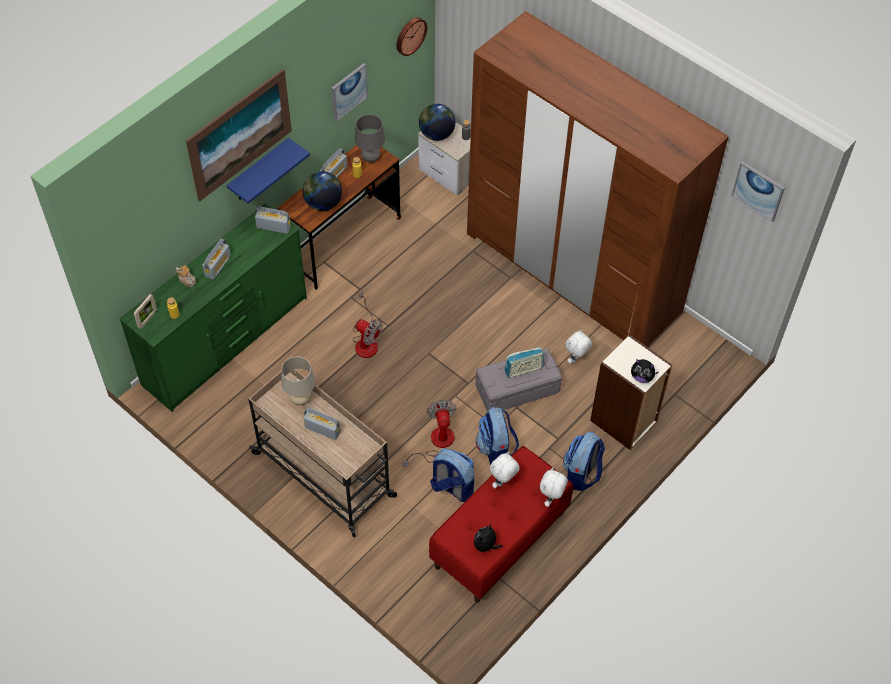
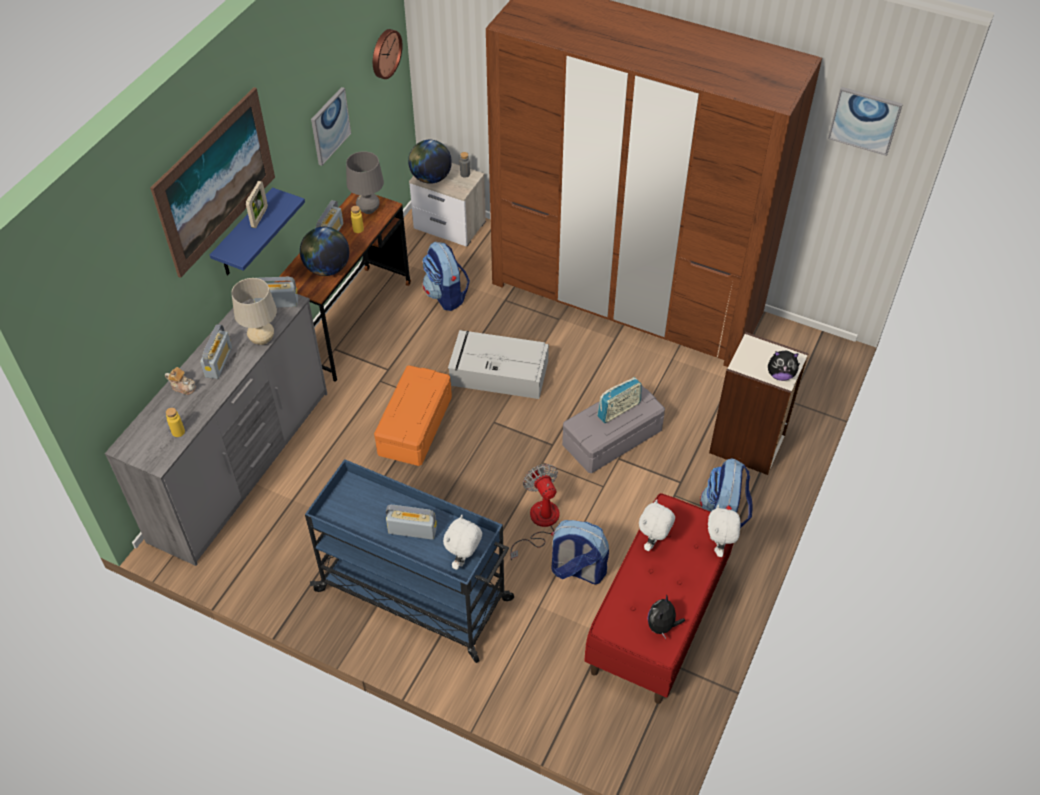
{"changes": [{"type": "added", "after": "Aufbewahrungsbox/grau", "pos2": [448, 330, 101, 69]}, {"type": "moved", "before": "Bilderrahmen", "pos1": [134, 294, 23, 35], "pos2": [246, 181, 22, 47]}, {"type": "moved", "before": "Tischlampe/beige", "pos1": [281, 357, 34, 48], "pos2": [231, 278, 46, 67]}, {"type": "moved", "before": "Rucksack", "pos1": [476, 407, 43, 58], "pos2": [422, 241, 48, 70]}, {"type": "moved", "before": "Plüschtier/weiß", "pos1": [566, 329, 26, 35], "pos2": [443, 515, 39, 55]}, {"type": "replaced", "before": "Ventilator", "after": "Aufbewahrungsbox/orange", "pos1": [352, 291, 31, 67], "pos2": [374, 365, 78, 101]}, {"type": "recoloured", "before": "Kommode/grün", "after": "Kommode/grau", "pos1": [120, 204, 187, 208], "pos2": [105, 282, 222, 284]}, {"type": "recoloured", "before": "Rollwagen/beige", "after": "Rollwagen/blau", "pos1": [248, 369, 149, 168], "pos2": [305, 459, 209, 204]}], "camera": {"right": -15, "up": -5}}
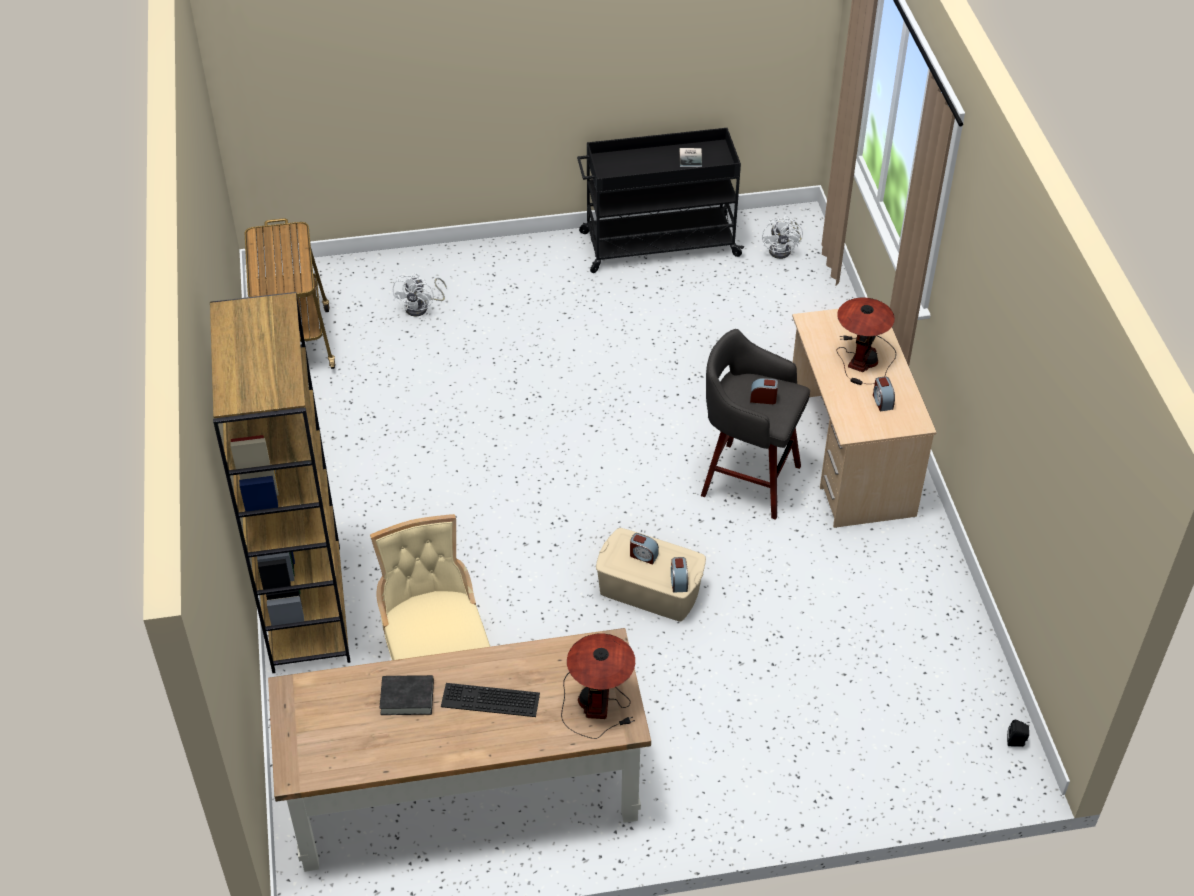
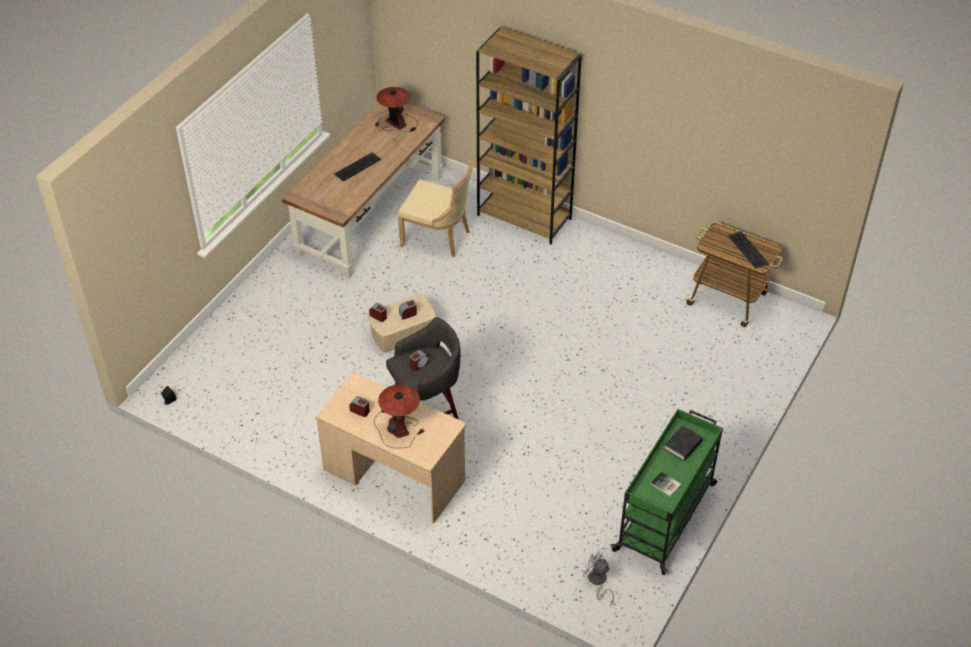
{"changes": [{"type": "removed", "before": "Ventilator/weiß", "pos1": [393, 273, 54, 43]}, {"type": "added", "after": "Tastatur", "pos2": [728, 231, 41, 38]}, {"type": "moved", "before": "Buch/schwarz", "pos1": [380, 675, 54, 40], "pos2": [664, 426, 38, 35]}, {"type": "moved", "before": "Tischlampe", "pos1": [561, 634, 74, 105], "pos2": [374, 87, 44, 45]}, {"type": "recoloured", "before": "Rollwagen/schwarz", "after": "Rollwagen/grün", "pos1": [577, 128, 167, 145], "pos2": [611, 409, 112, 166]}], "camera": {"right": 130, "up": 0}}
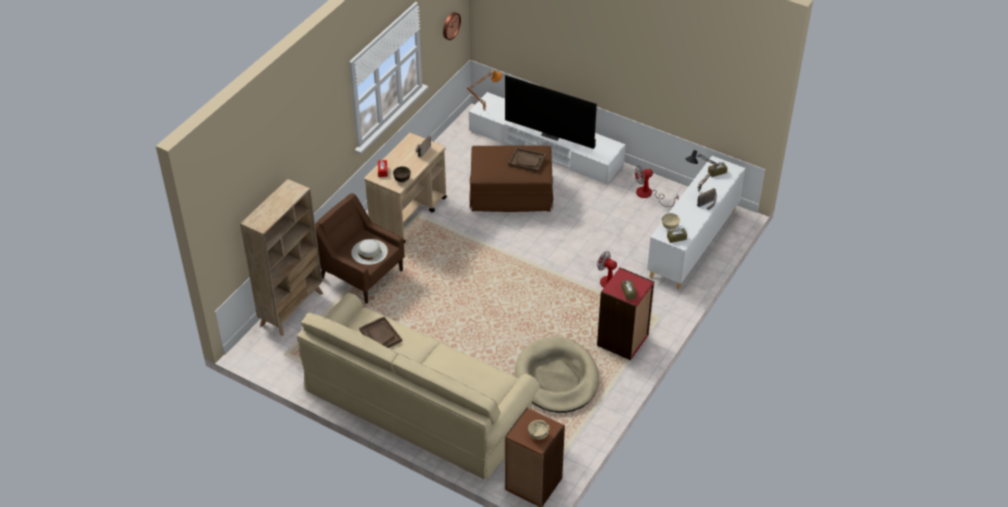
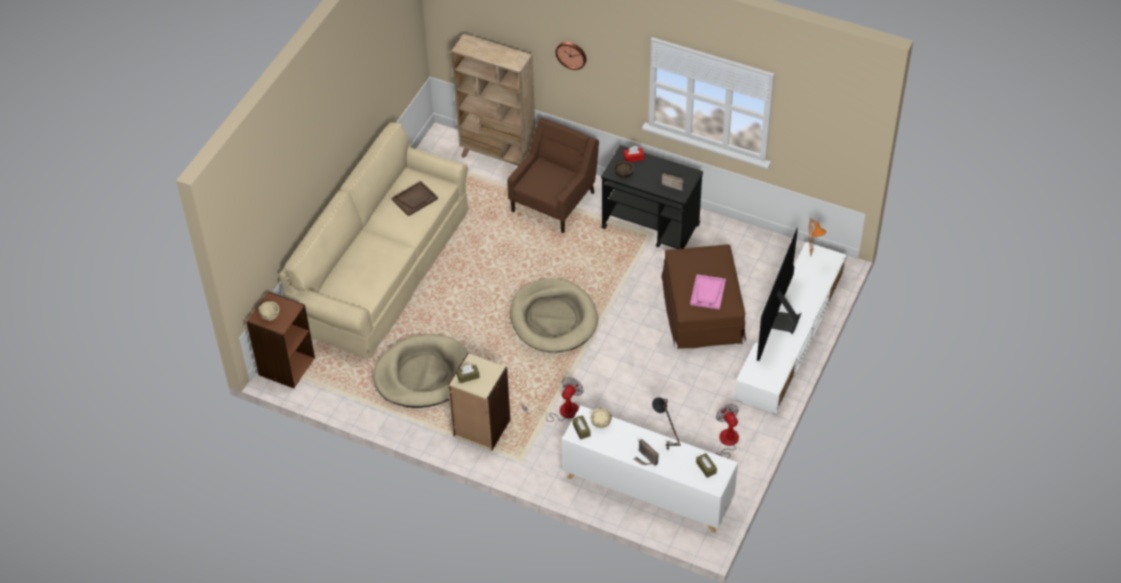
{"changes": [{"type": "removed", "before": "Hut/weiß", "pos1": [351, 239, 37, 26]}, {"type": "added", "after": "Hundebett/beige", "pos2": [510, 278, 88, 74]}, {"type": "moved", "before": "Wanduhr", "pos1": [443, 12, 18, 28], "pos2": [555, 42, 32, 28]}, {"type": "recoloured", "before": "Rollwagen/beige", "after": "Rollwagen/schwarz", "pos1": [364, 133, 83, 110], "pos2": [601, 145, 102, 104]}, {"type": "recoloured", "before": "Tablett/braun", "after": "Tablett/rosa", "pos1": [508, 148, 38, 24], "pos2": [690, 274, 36, 36]}, {"type": "recoloured", "before": "Bücherregal/rot", "after": "Bücherregal/beige", "pos1": [597, 267, 57, 93], "pos2": [448, 353, 63, 98]}], "camera": {"right": 85, "up": 5}}
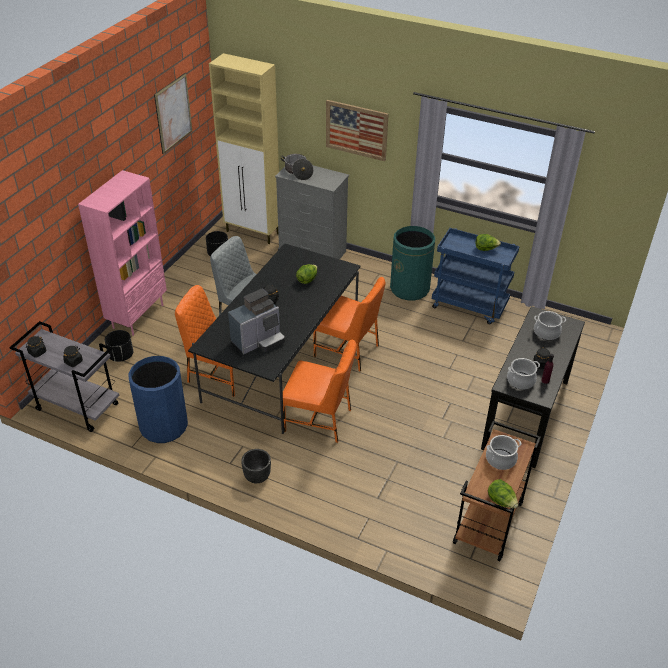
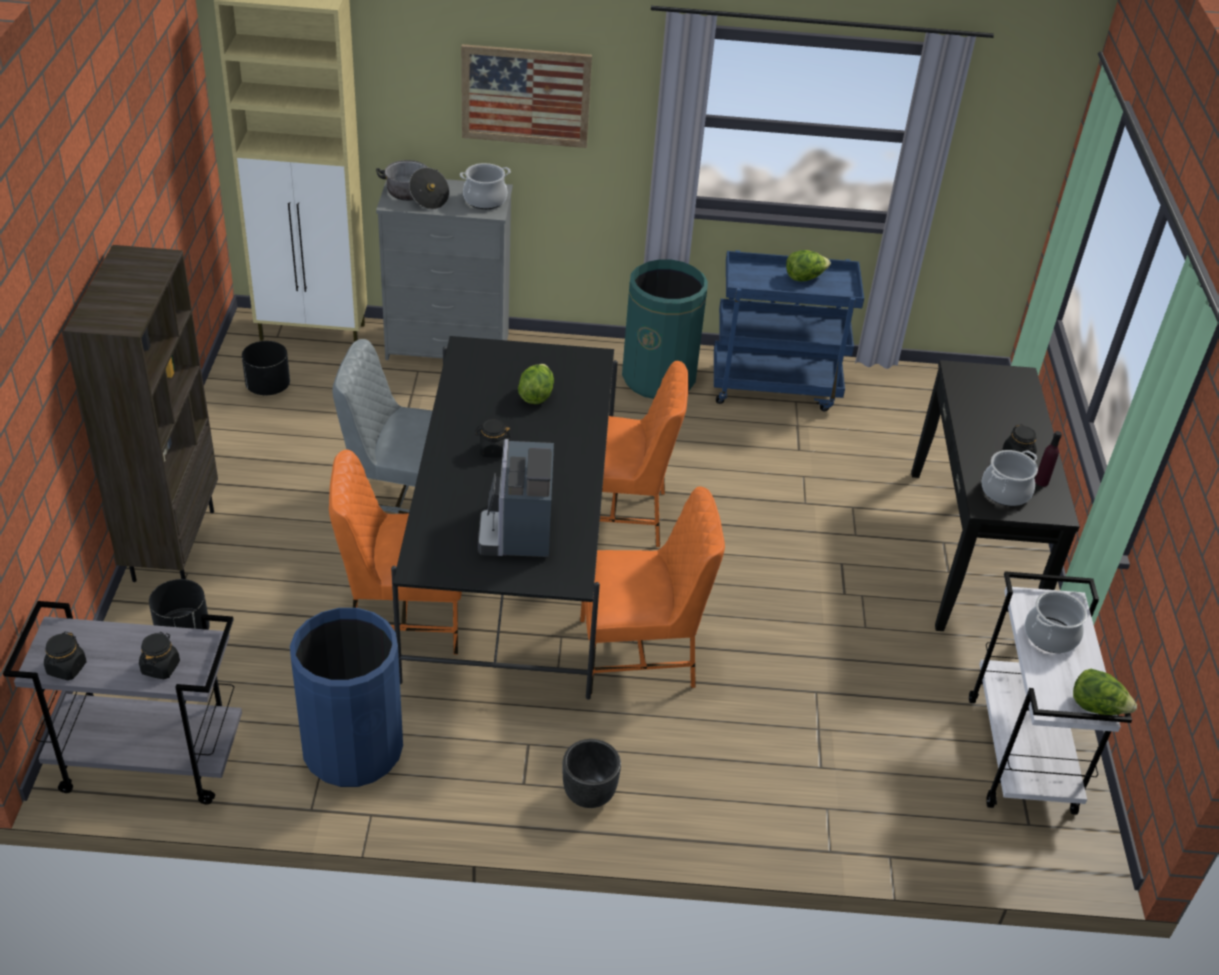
{"changes": [{"type": "removed", "before": "Bild", "pos1": [154, 73, 38, 81]}, {"type": "moved", "before": "Kochtopf", "pos1": [534, 311, 32, 29], "pos2": [460, 163, 51, 46]}, {"type": "recoloured", "before": "Bücherregal/rosa", "after": "Bücherregal/braun", "pos1": [78, 170, 89, 166], "pos2": [64, 245, 154, 337]}, {"type": "recoloured", "before": "Rollwagen/braun", "after": "Rollwagen/weiß", "pos1": [453, 421, 88, 141], "pos2": [969, 571, 163, 244]}, {"type": "turned", "before": "Kaffeemaschine", "pos1": [228, 288, 57, 66], "pos2": [478, 439, 76, 118], "turn": 150}], "camera": {"right": -25, "up": 0}}
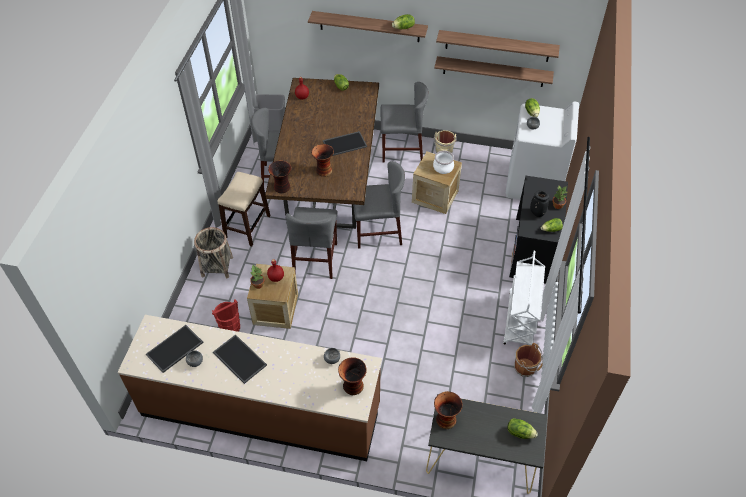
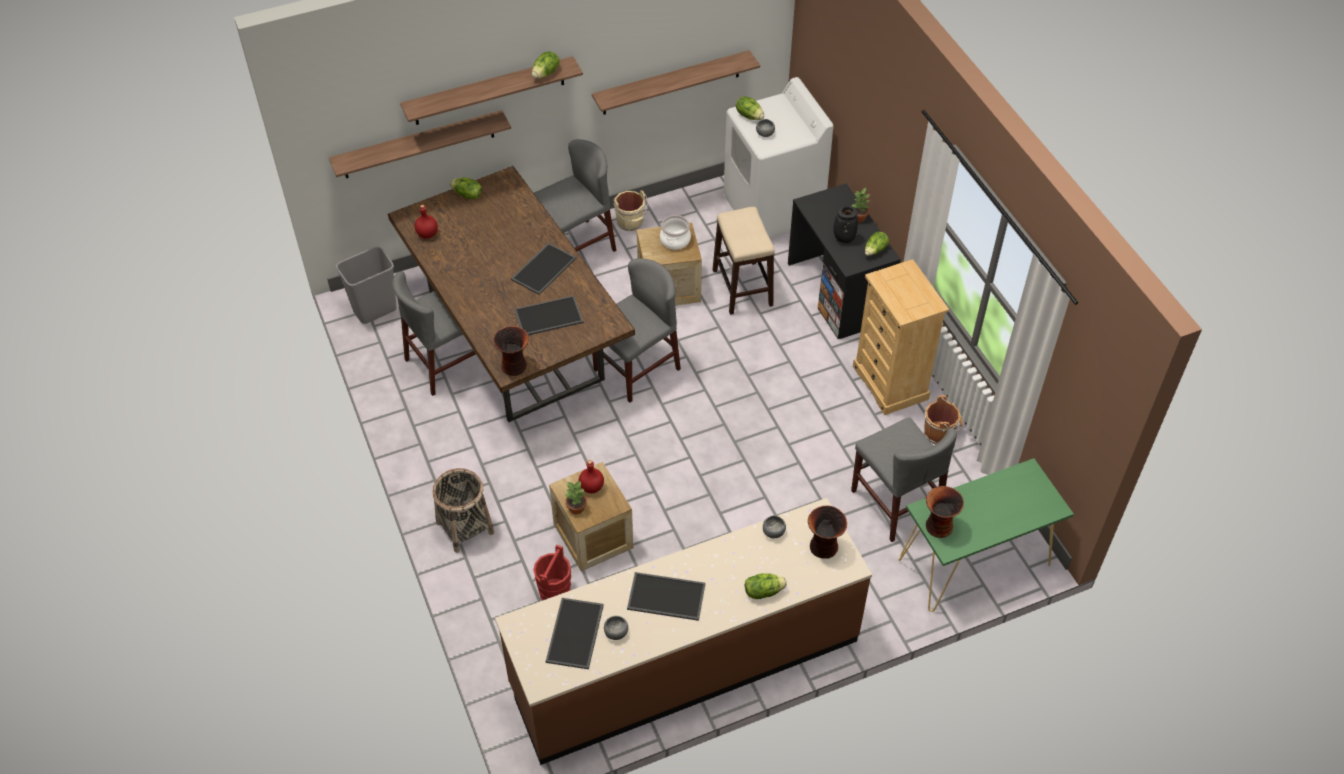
{"changes": [{"type": "moved", "before": "Hocker", "pos1": [217, 172, 54, 74], "pos2": [713, 207, 62, 108]}, {"type": "moved", "before": "Stuhl/grau", "pos1": [286, 207, 51, 72], "pos2": [851, 417, 106, 125]}, {"type": "moved", "before": "Wandregal", "pos1": [436, 30, 124, 32], "pos2": [329, 110, 182, 68]}, {"type": "moved", "before": "Salatkopf", "pos1": [507, 418, 31, 21], "pos2": [745, 573, 42, 26]}, {"type": "replaced", "before": "Vase", "after": "Tablett", "pos1": [311, 144, 23, 33], "pos2": [514, 296, 69, 39]}, {"type": "replaced", "before": "Rollwagen/weiß", "after": "Kommode/beige", "pos1": [503, 251, 42, 94], "pos2": [853, 259, 96, 156]}, {"type": "recoloured", "before": "Konsolentisch/schwarz", "after": "Konsolentisch/grün", "pos1": [426, 394, 121, 100], "pos2": [899, 458, 175, 154]}], "camera": {"right": -35, "up": 0}}
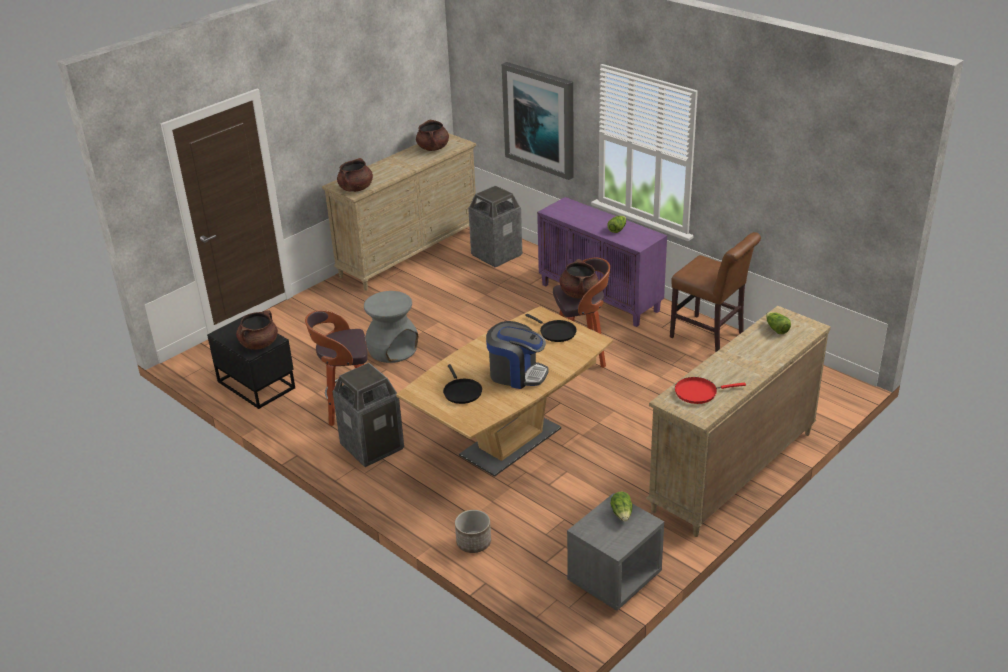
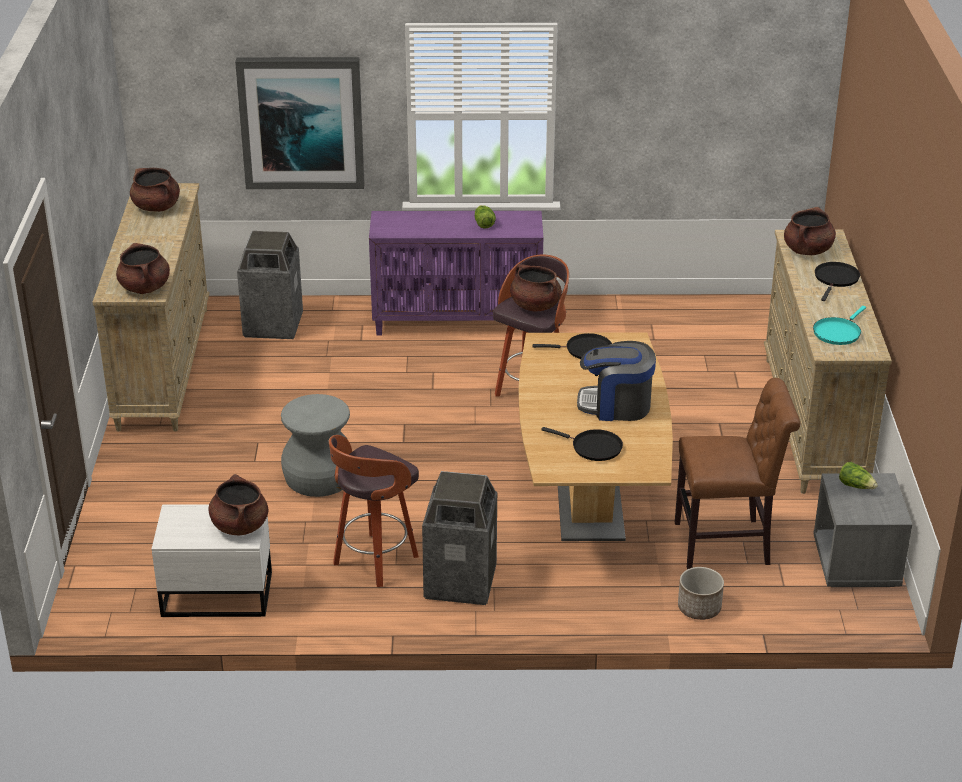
{"changes": [{"type": "added", "after": "Pfanne/schwarz", "pos2": [815, 262, 45, 39]}, {"type": "moved", "before": "Stuhl/braun", "pos1": [670, 232, 91, 120], "pos2": [675, 378, 125, 191]}, {"type": "replaced", "before": "Salatkopf", "after": "Kochtopf/braun", "pos1": [766, 312, 25, 22], "pos2": [784, 207, 52, 48]}, {"type": "recoloured", "before": "Nachttisch/schwarz", "after": "Nachttisch/weiß", "pos1": [207, 315, 88, 94], "pos2": [152, 504, 120, 113]}, {"type": "recoloured", "before": "Pfanne/rot", "after": "Pfanne/türkis", "pos1": [675, 377, 71, 27], "pos2": [813, 306, 53, 39]}, {"type": "turned", "before": "Kaffeemaschine", "pos1": [486, 321, 63, 68], "pos2": [577, 341, 79, 80], "turn": -150}], "camera": {"right": -45, "up": 0}}
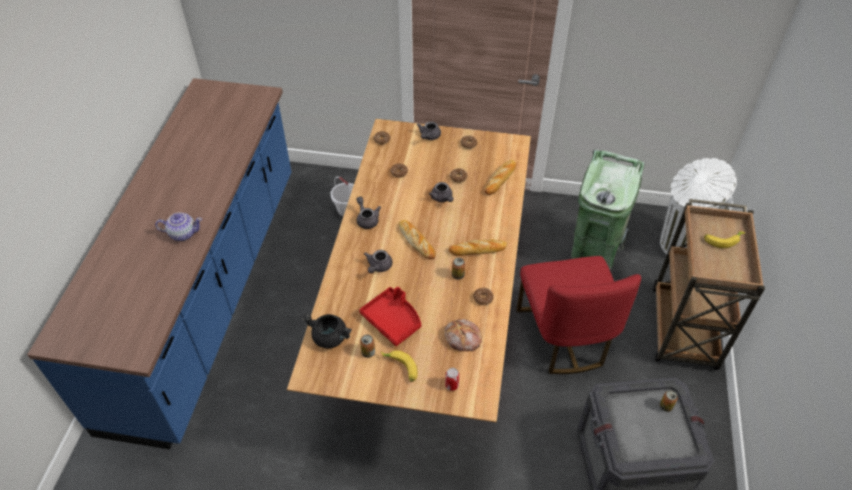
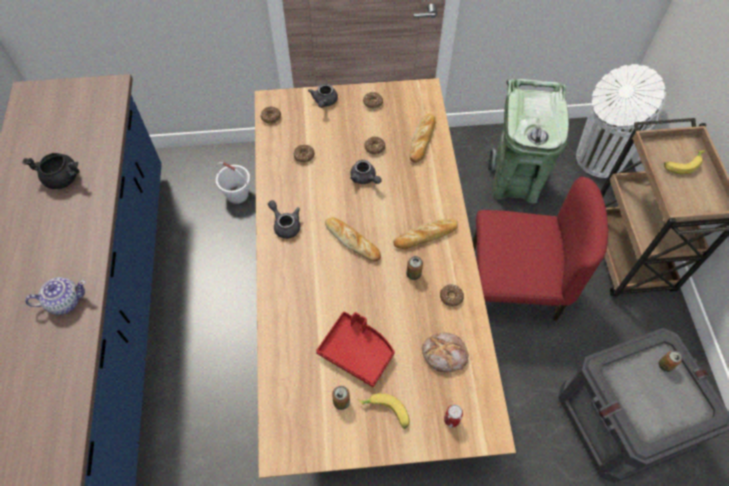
{"changes": [{"type": "removed", "before": "Teekanne/grau", "pos1": [364, 250, 29, 23]}, {"type": "moved", "before": "Kochtopf/schwarz", "pos1": [302, 314, 50, 35], "pos2": [22, 153, 58, 36]}, {"type": "turned", "before": "Stuhl/rot", "pos1": [516, 256, 125, 118], "pos2": [473, 177, 135, 144], "turn": -60}], "camera": {"right": -15, "up": 10}}
